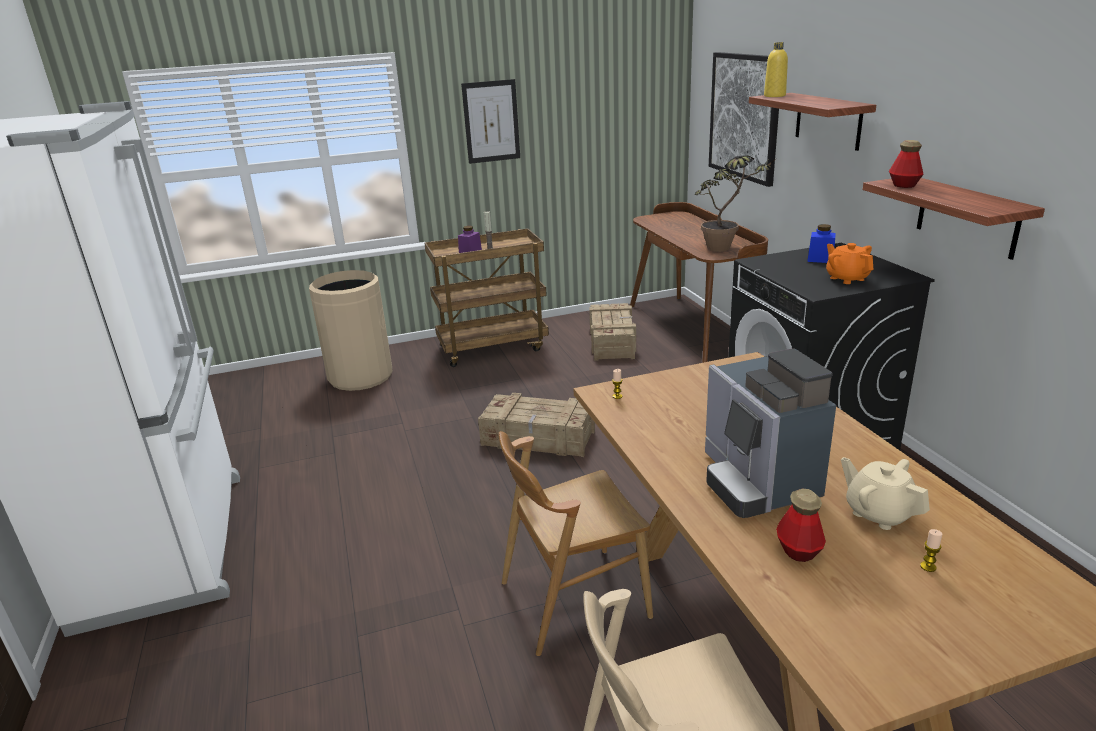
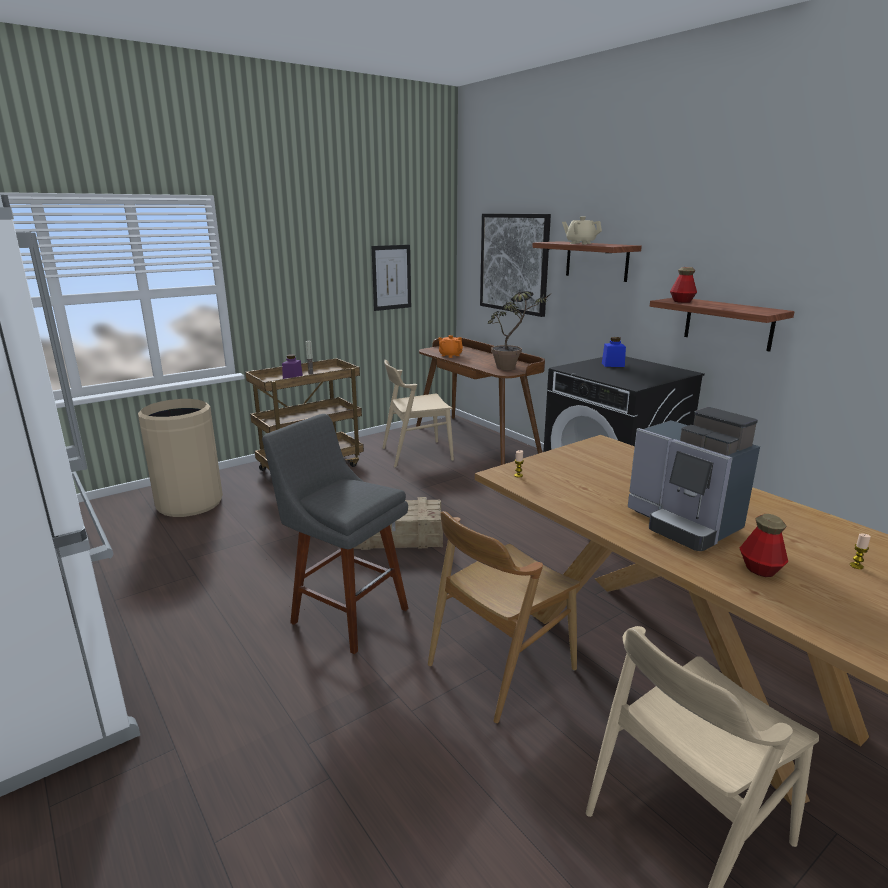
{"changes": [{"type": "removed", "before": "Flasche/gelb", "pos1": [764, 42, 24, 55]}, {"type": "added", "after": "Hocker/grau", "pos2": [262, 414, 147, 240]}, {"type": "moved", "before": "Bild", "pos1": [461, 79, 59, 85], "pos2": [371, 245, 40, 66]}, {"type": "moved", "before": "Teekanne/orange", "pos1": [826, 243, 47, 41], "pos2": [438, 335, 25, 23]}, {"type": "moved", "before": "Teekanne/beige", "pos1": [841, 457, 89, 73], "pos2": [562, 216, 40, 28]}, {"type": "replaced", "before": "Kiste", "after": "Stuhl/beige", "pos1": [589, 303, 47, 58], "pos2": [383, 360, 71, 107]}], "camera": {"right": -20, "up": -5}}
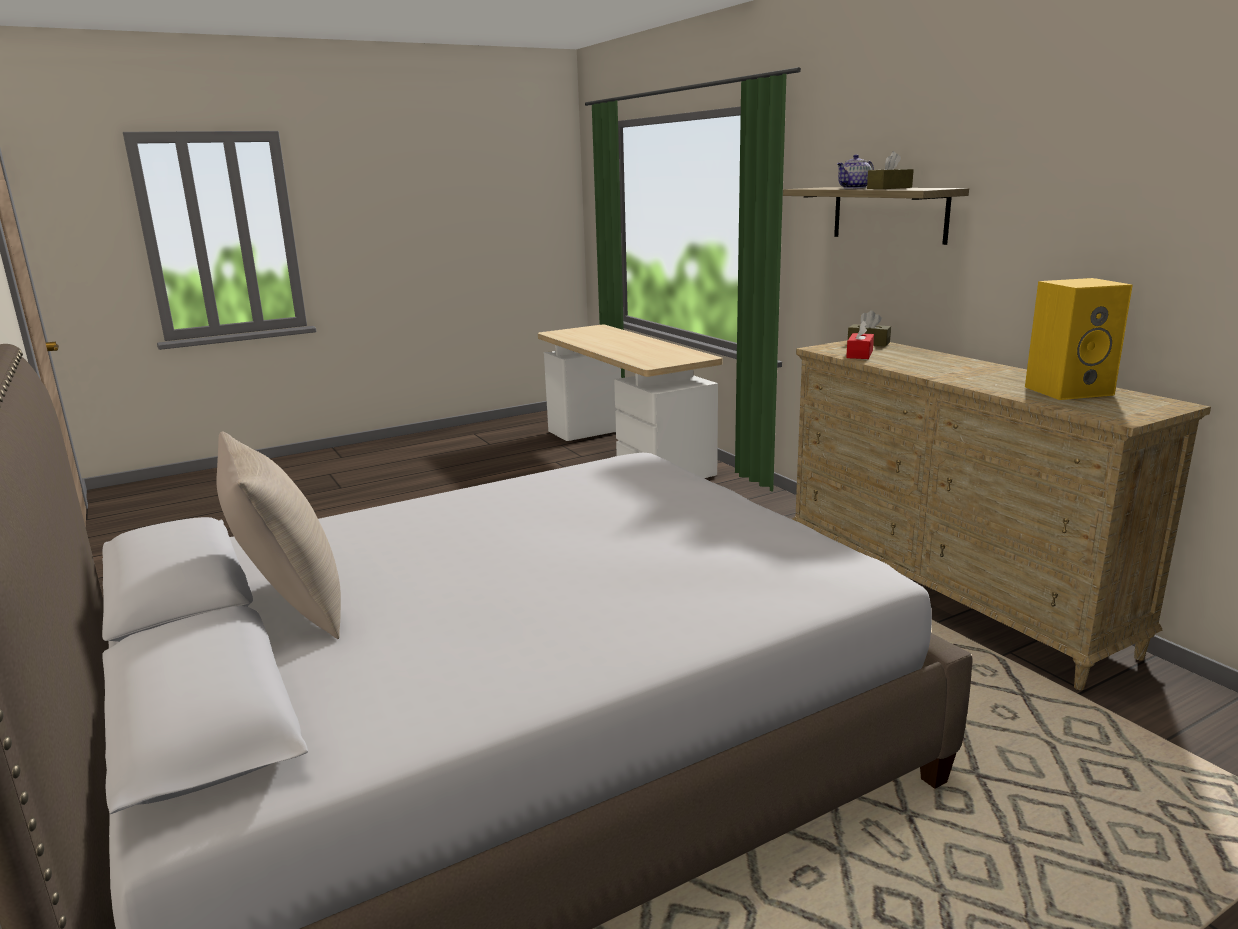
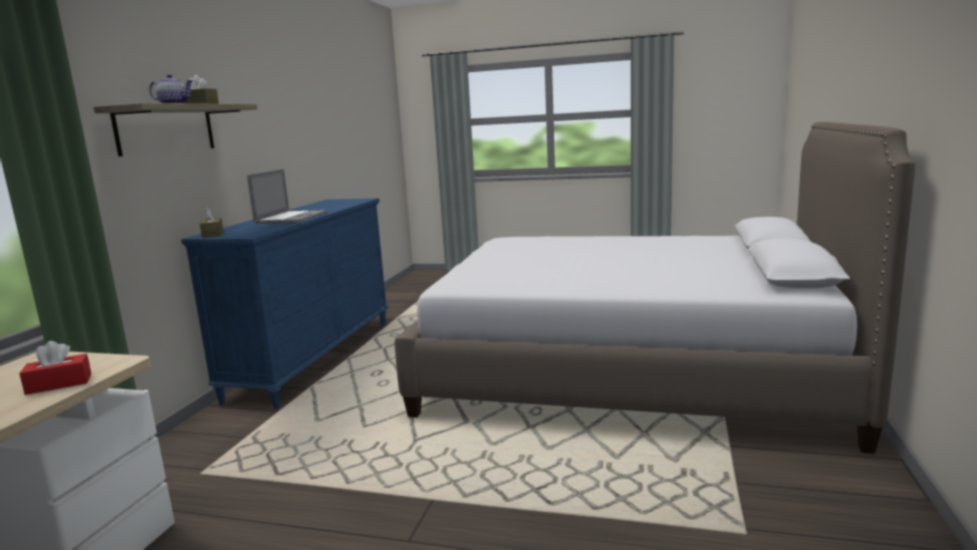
{"changes": [{"type": "removed", "before": "Kissen/beige", "pos1": [216, 431, 125, 208]}, {"type": "removed", "before": "Lautsprecher/gelb", "pos1": [1025, 278, 108, 122]}, {"type": "added", "after": "Laptop", "pos2": [247, 169, 81, 55]}, {"type": "moved", "before": "Taschentuchbox/rot", "pos1": [846, 320, 28, 39], "pos2": [19, 341, 72, 54]}, {"type": "recoloured", "before": "Kommode/beige", "after": "Kommode/blau", "pos1": [792, 340, 419, 350], "pos2": [181, 198, 208, 211]}], "camera": {"right": -135, "up": -5}}
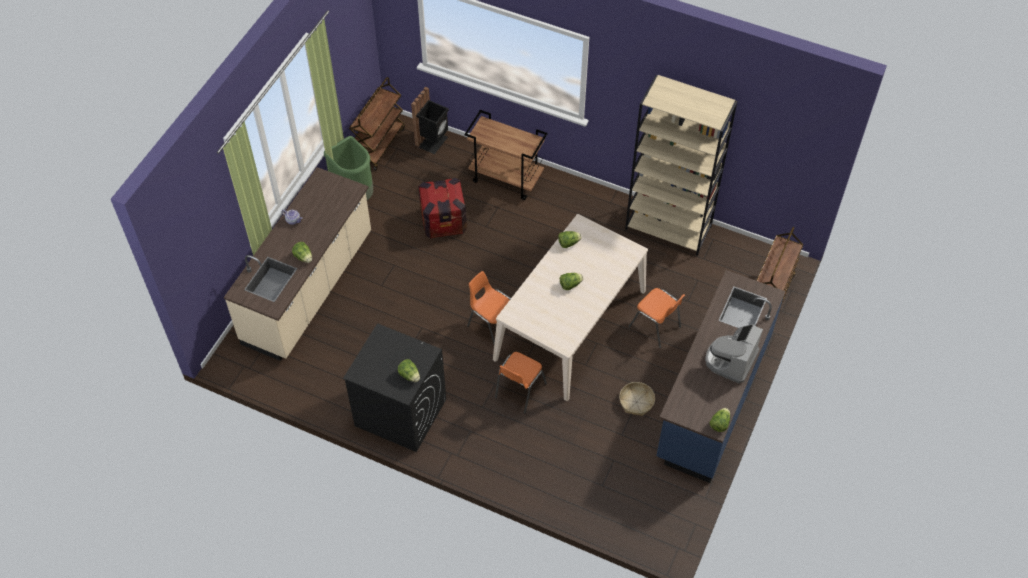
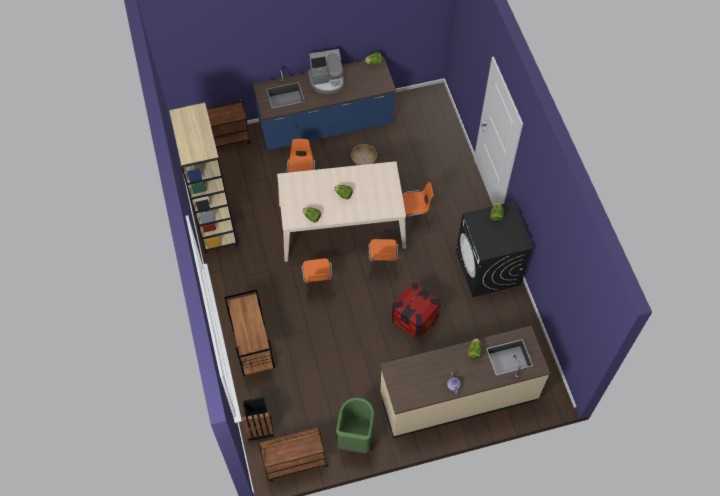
{"changes": [{"type": "added", "after": "Stuhl/orange", "pos2": [301, 258, 33, 43]}, {"type": "moved", "before": "Kiste", "pos1": [419, 178, 48, 60], "pos2": [392, 283, 49, 57]}], "camera": {"right": -130, "up": 5}}
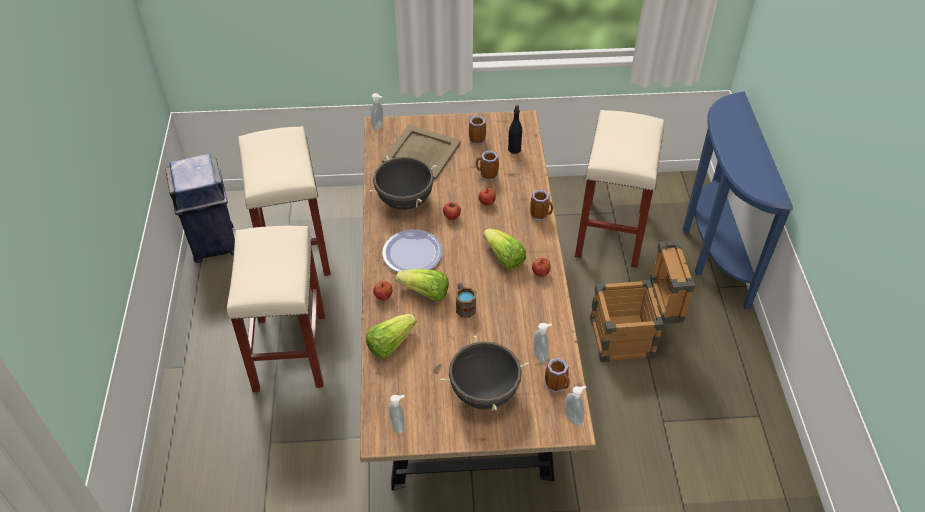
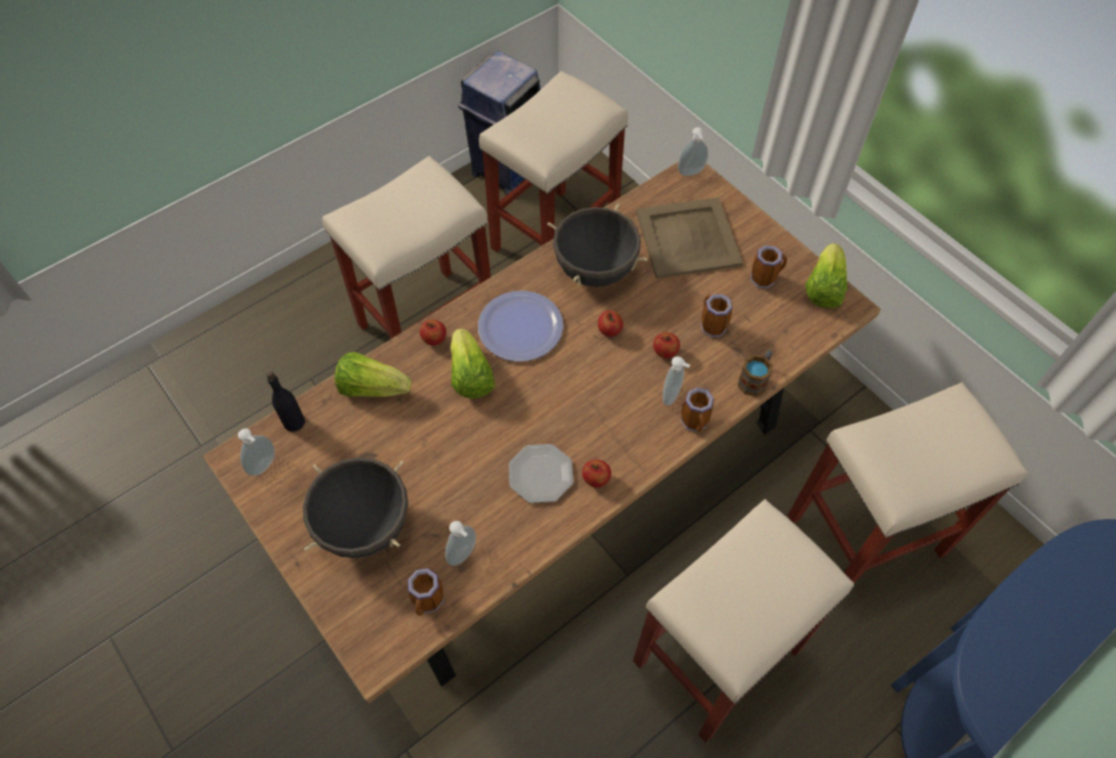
{"changes": [{"type": "added", "after": "Teller", "pos2": [509, 444, 65, 59]}, {"type": "moved", "before": "Henkelbecher", "pos1": [456, 283, 20, 35], "pos2": [738, 350, 35, 46]}, {"type": "moved", "before": "Salatkopf", "pos1": [483, 229, 43, 41], "pos2": [805, 243, 42, 65]}, {"type": "moved", "before": "Flasche/schwarz", "pos1": [508, 105, 14, 49], "pos2": [266, 371, 39, 61]}, {"type": "moved", "before": "Seifenspender", "pos1": [565, 386, 21, 40], "pos2": [663, 356, 27, 49]}, {"type": "replaced", "before": "Kiste", "after": "Hocker/beige", "pos1": [590, 240, 105, 122], "pos2": [633, 499, 221, 244]}], "camera": {"right": 55, "up": 10}}
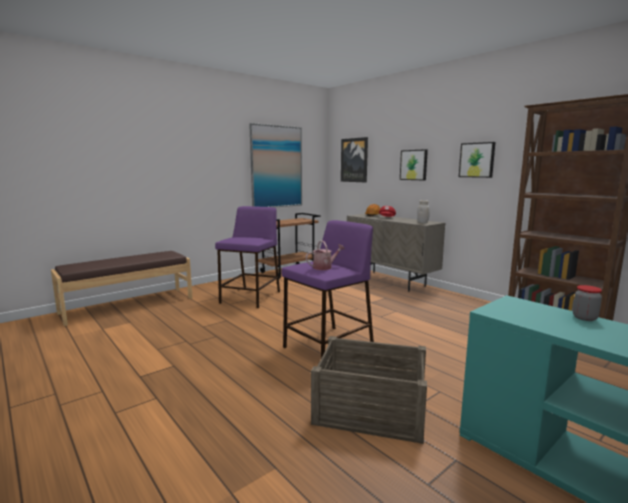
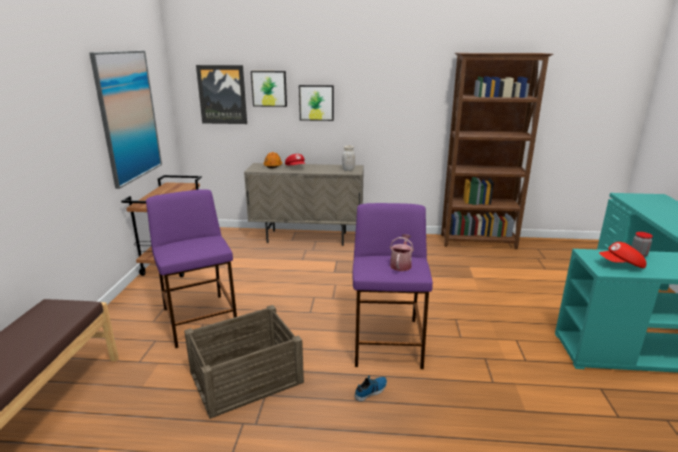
{"changes": [{"type": "added", "after": "Schuh", "pos2": [354, 376, 33, 26]}, {"type": "added", "after": "Kappe/rot", "pos2": [599, 242, 47, 26]}, {"type": "moved", "before": "Kiste", "pos1": [311, 336, 116, 108], "pos2": [184, 305, 120, 114]}, {"type": "moved", "before": "Bild", "pos1": [459, 142, 36, 36], "pos2": [251, 71, 36, 36]}], "camera": {"right": -45, "up": 10}}
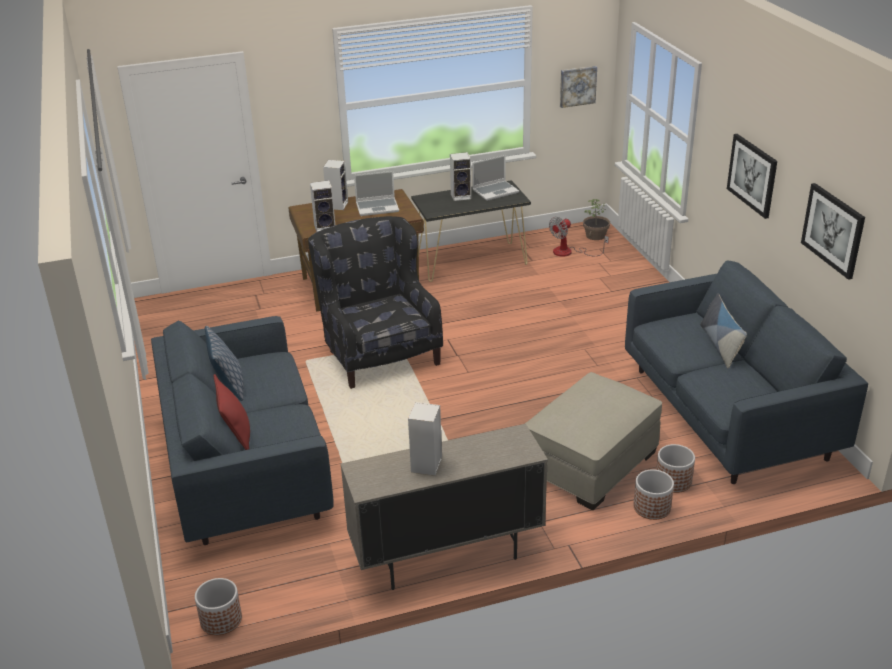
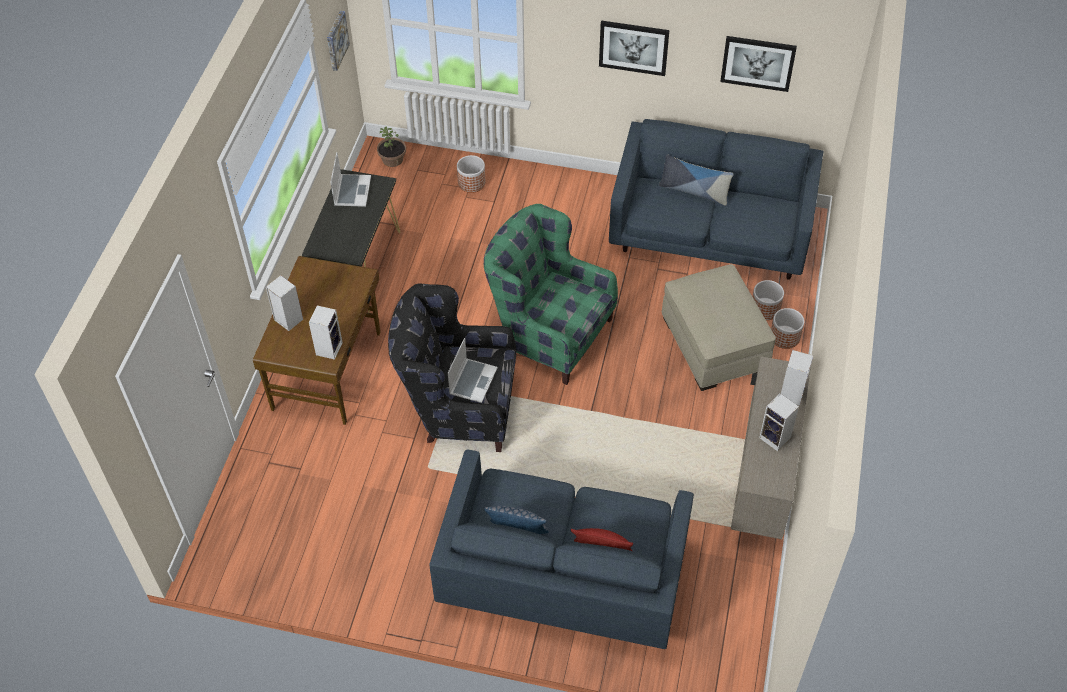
{"changes": [{"type": "removed", "before": "Ventilator", "pos1": [549, 217, 60, 40]}, {"type": "added", "after": "Sessel/grün", "pos2": [484, 204, 134, 181]}, {"type": "moved", "before": "Pflanzkübel", "pos1": [195, 578, 47, 57], "pos2": [457, 155, 28, 38]}, {"type": "moved", "before": "Laptop", "pos1": [354, 171, 45, 45], "pos2": [448, 338, 50, 65]}, {"type": "moved", "before": "Lautsprecher", "pos1": [450, 152, 21, 49], "pos2": [781, 350, 32, 56]}], "camera": {"right": -60, "up": 20}}
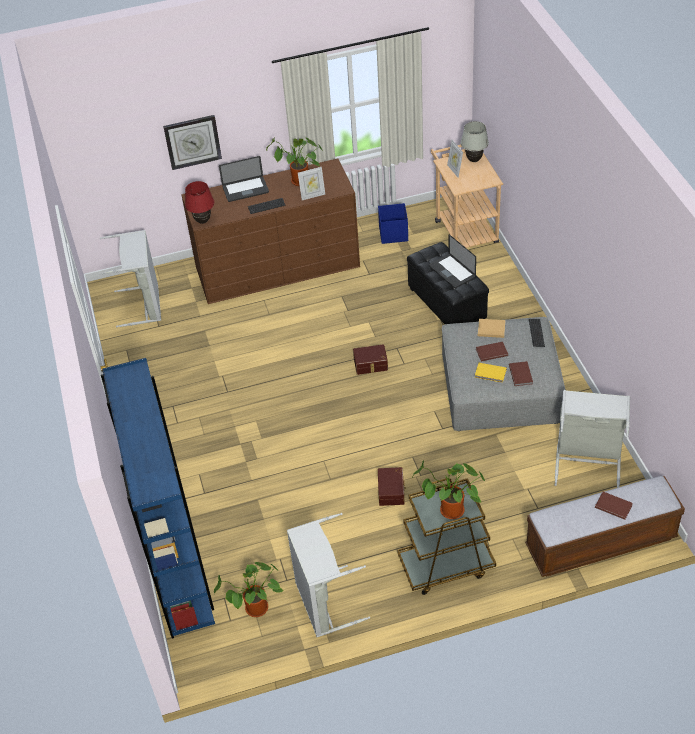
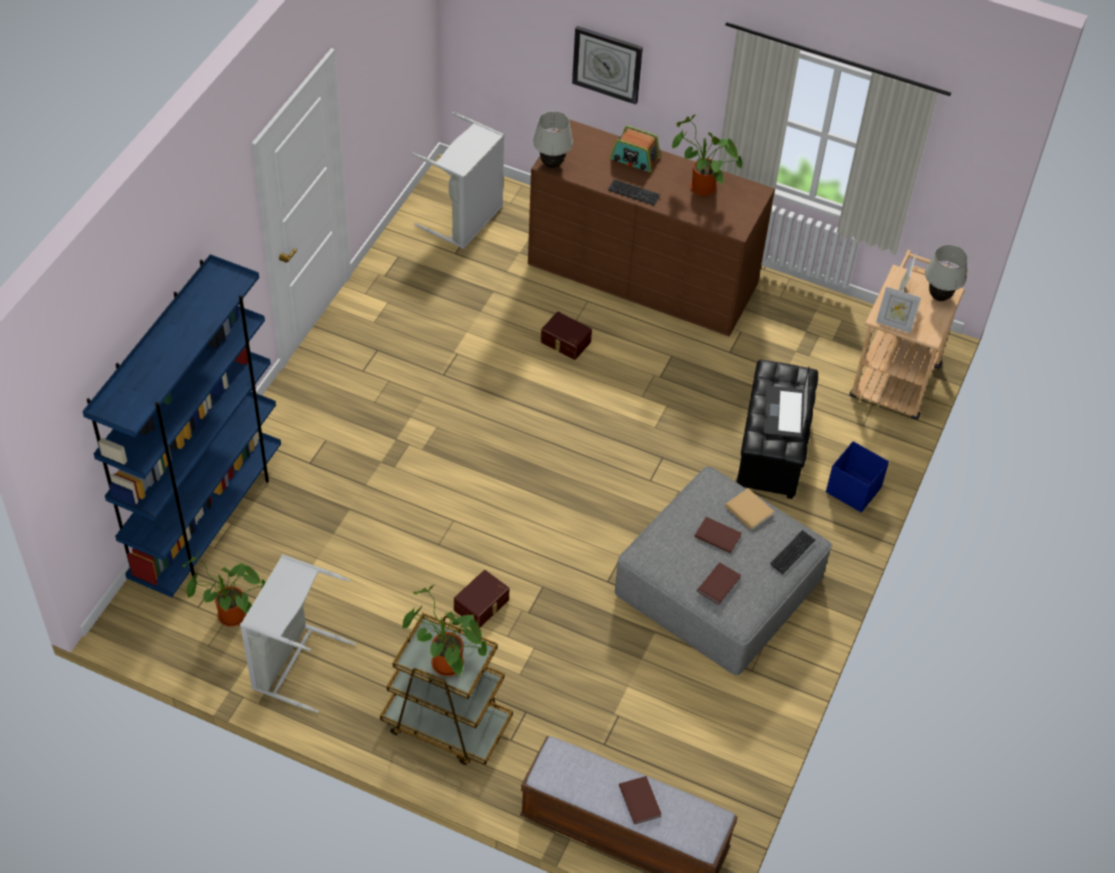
{"changes": [{"type": "removed", "before": "Buch/gelb", "pos1": [475, 363, 32, 20]}, {"type": "removed", "before": "Wäschekorb/grau", "pos1": [555, 390, 75, 98]}, {"type": "moved", "before": "Bilderrahmen", "pos1": [298, 167, 27, 33], "pos2": [876, 287, 45, 46]}, {"type": "moved", "before": "Aufbewahrungsbox/braun", "pos1": [353, 344, 35, 31], "pos2": [541, 312, 51, 48]}, {"type": "moved", "before": "Aufbewahrungsbox/blau", "pos1": [378, 203, 30, 41], "pos2": [826, 441, 63, 72]}, {"type": "replaced", "before": "Laptop", "after": "Radio", "pos1": [219, 156, 50, 46], "pos2": [610, 125, 50, 47]}, {"type": "recoloured", "before": "Tischlampe/rot", "after": "Tischlampe/weiß", "pos1": [185, 181, 29, 43], "pos2": [533, 111, 40, 57]}], "camera": {"right": 35, "up": 5}}
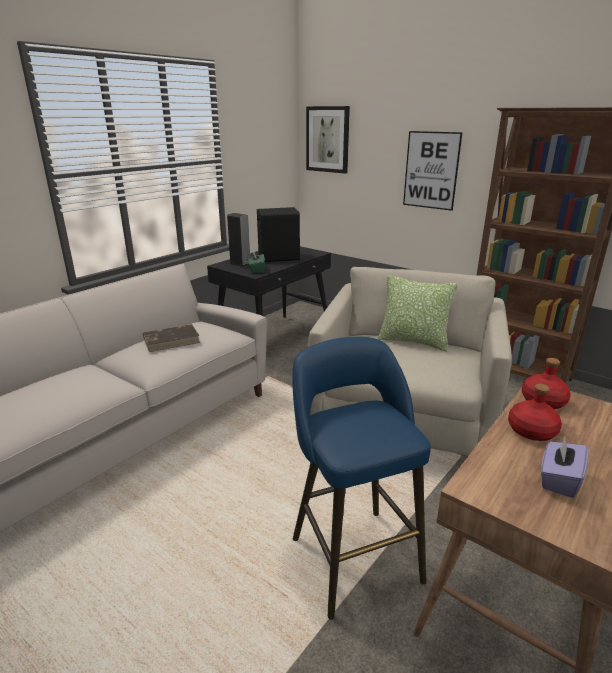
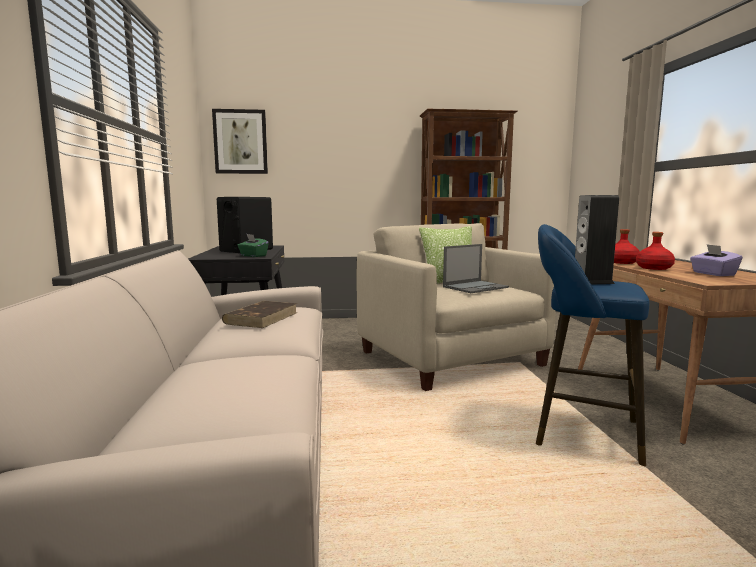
{"changes": [{"type": "removed", "before": "Bild", "pos1": [403, 131, 60, 80]}, {"type": "added", "after": "Laptop", "pos2": [443, 244, 66, 49]}, {"type": "moved", "before": "Lautsprecher", "pos1": [227, 213, 23, 54], "pos2": [575, 195, 44, 90]}], "camera": {"right": -45, "up": -15}}
